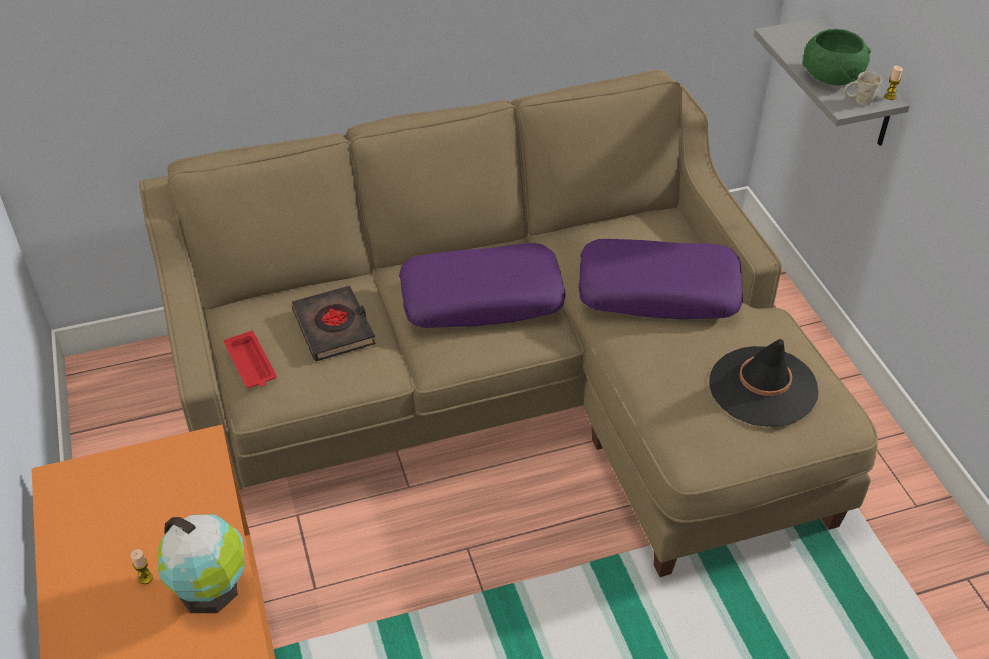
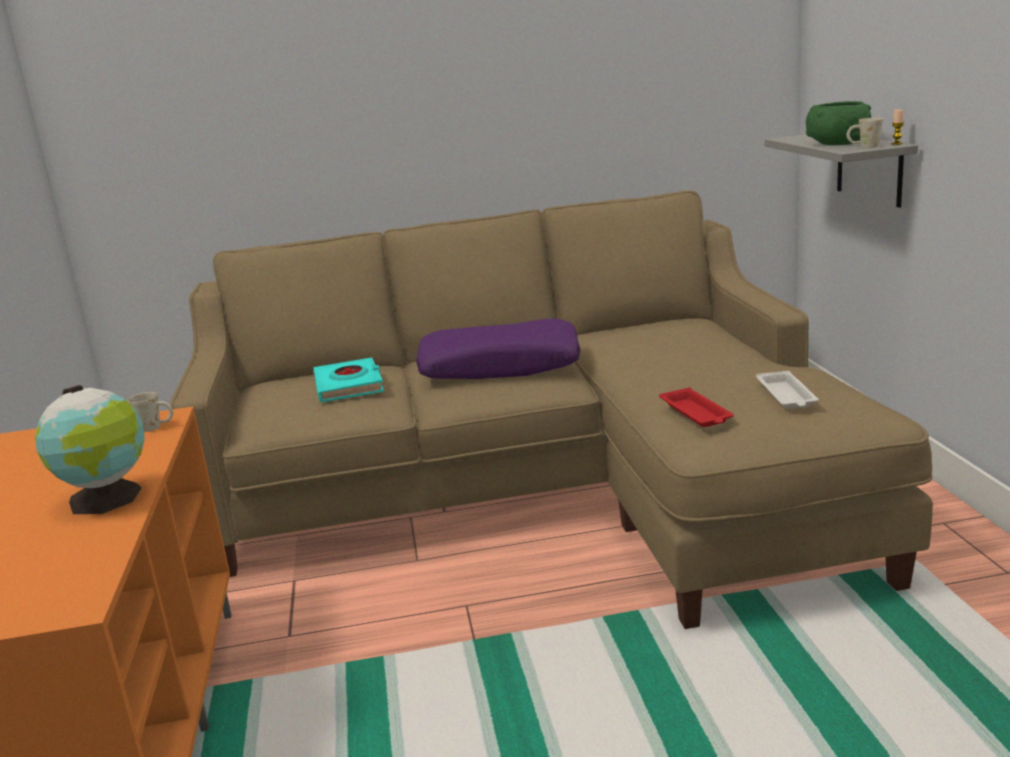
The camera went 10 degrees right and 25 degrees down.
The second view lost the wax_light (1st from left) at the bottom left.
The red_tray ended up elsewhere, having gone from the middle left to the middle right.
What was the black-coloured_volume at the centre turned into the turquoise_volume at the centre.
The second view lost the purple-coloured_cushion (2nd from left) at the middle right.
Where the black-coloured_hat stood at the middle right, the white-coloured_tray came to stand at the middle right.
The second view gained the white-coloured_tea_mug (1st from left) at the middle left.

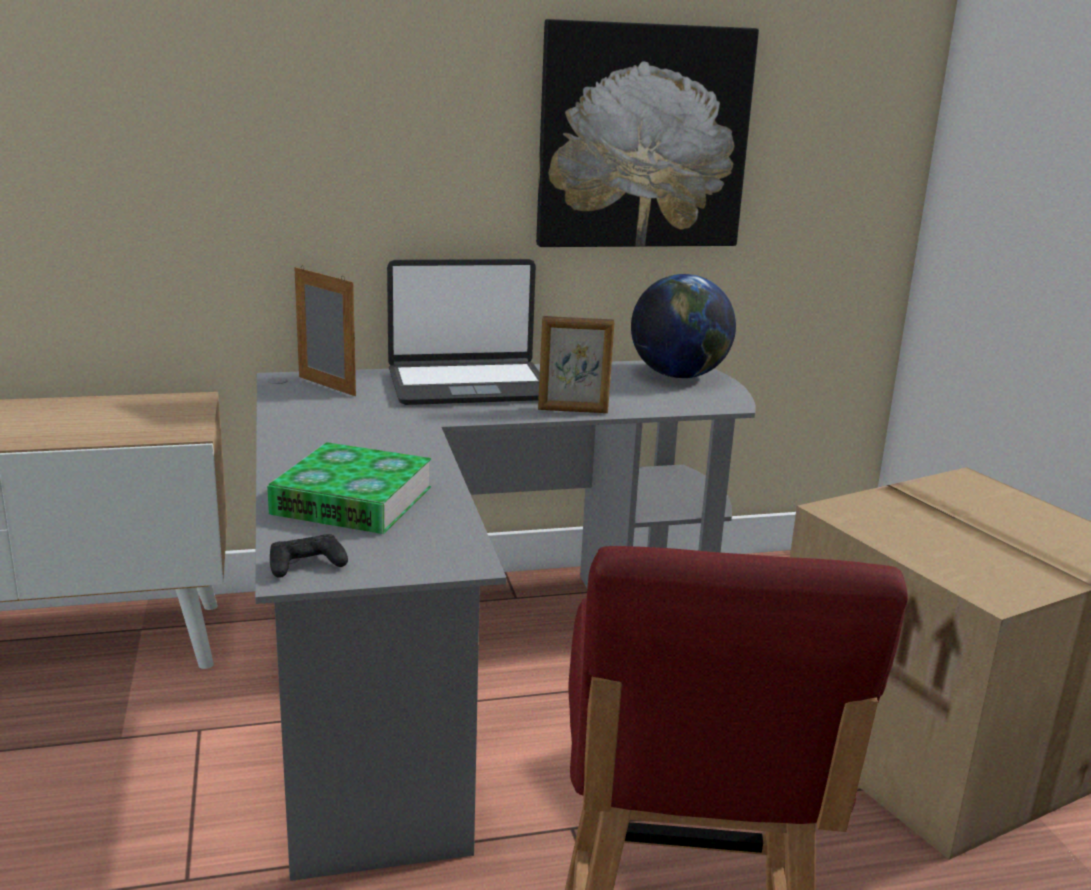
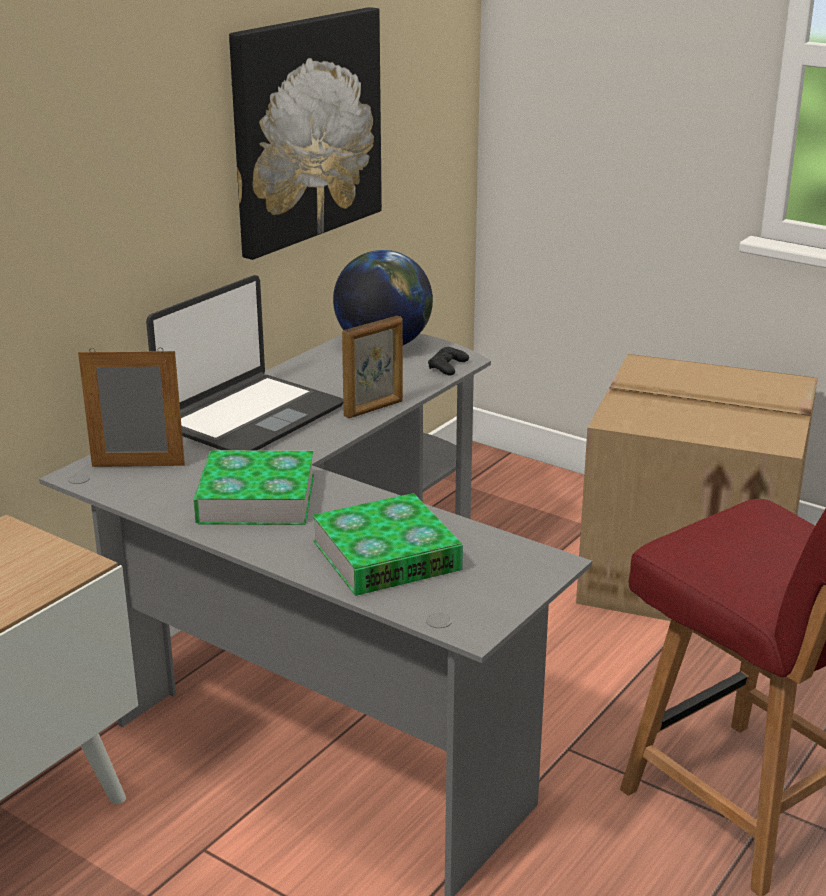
The camera went 40 degrees left and 5 degrees up.
The black-coloured_joypad ended up elsewhere, having gone from the middle left to the centre.
The second view gained the volume (1st from left) at the middle left.

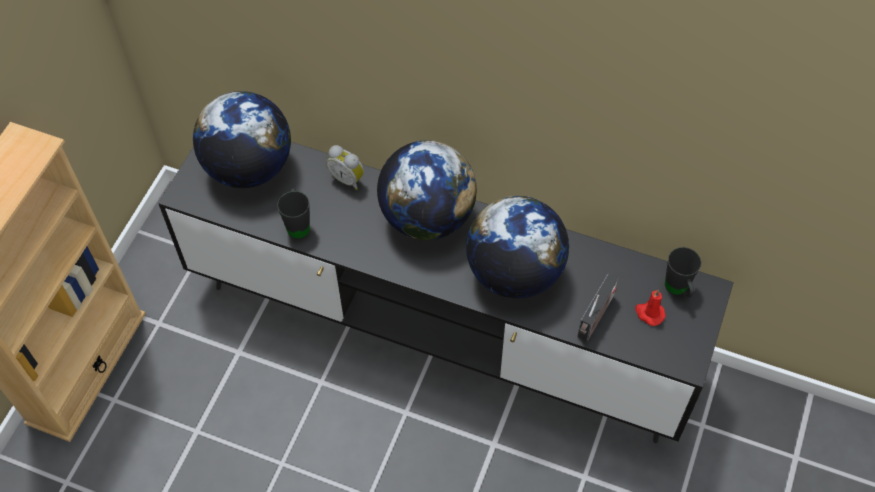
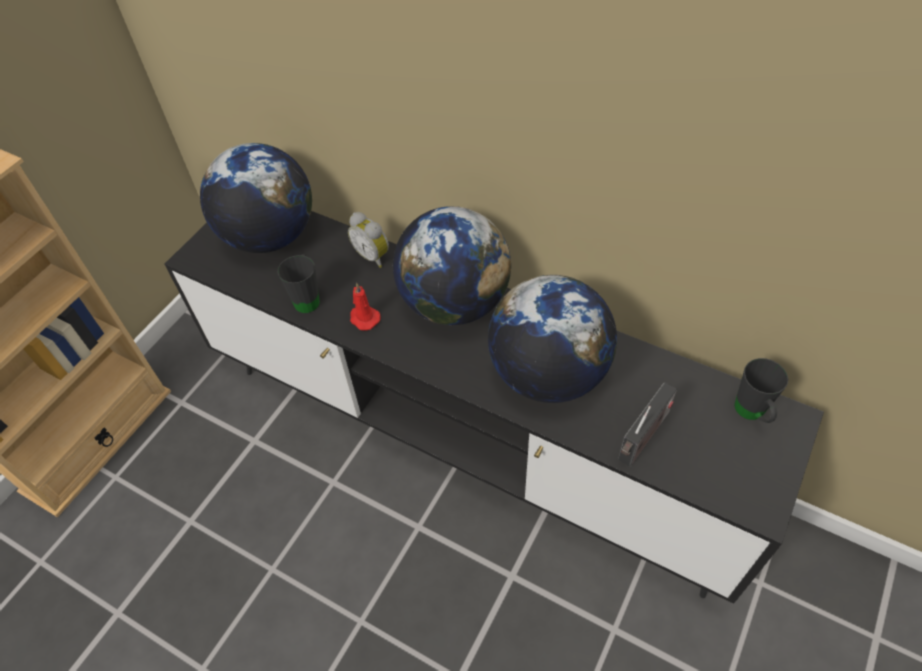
The camera went 10 degrees right and 5 degrees down.
The red_wax_light ended up elsewhere, having gone from the middle right to the centre.

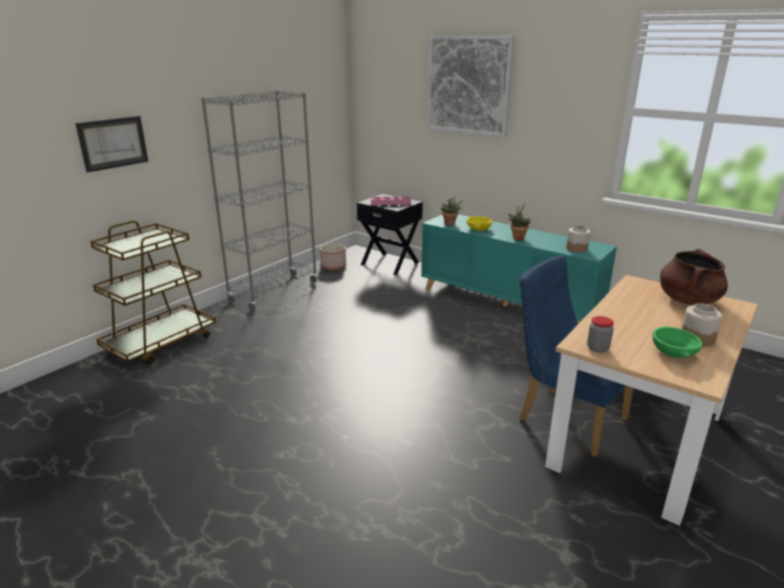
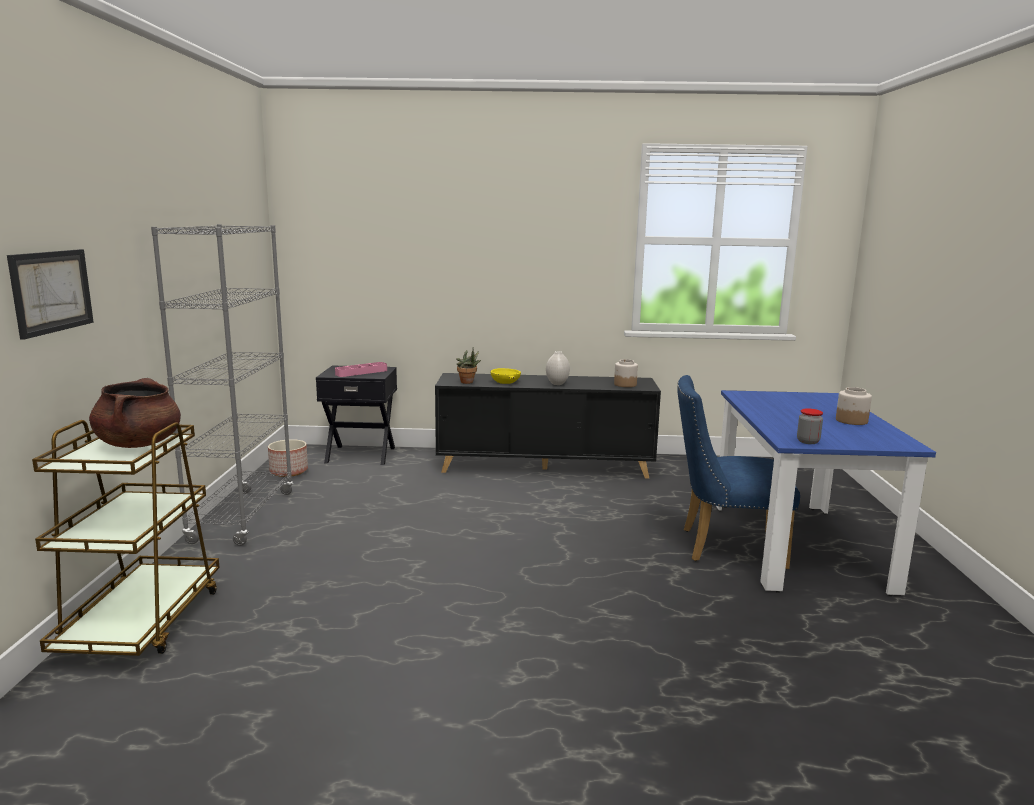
The camera went 35 degrees left and 10 degrees down.
What was the turquoise_cupboard at the centre turned into the black-coloured_cupboard at the centre.
The second view lost the picture (2nd from left) at the top centre.
Where the houseplant (2nd from left) stood at the centre, the white-coloured_decorative_vase came to stand at the centre.
What was the beige_kitchen_table at the bottom right turned into the bluish_kitchen_table at the middle right.
The second view lost the green-coloured_serving_bowl at the middle right.
The brown-coloured_cooking_pot ended up elsewhere, having gone from the middle right to the middle left.

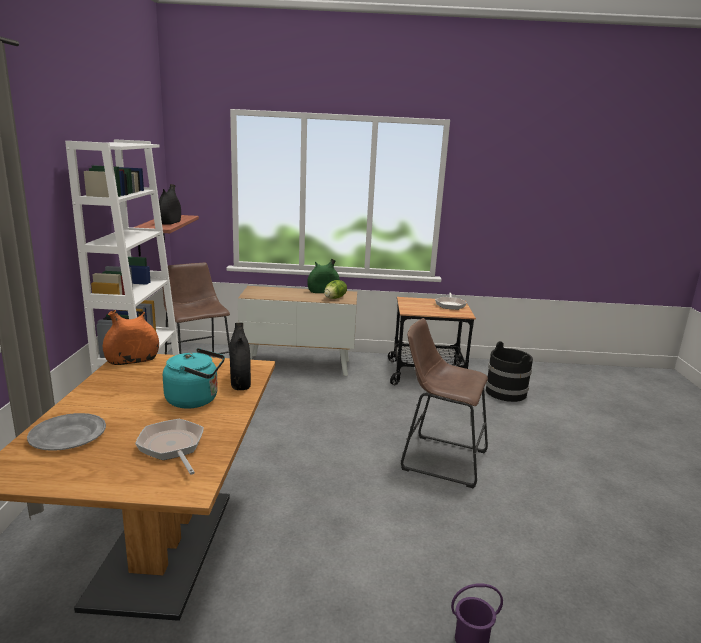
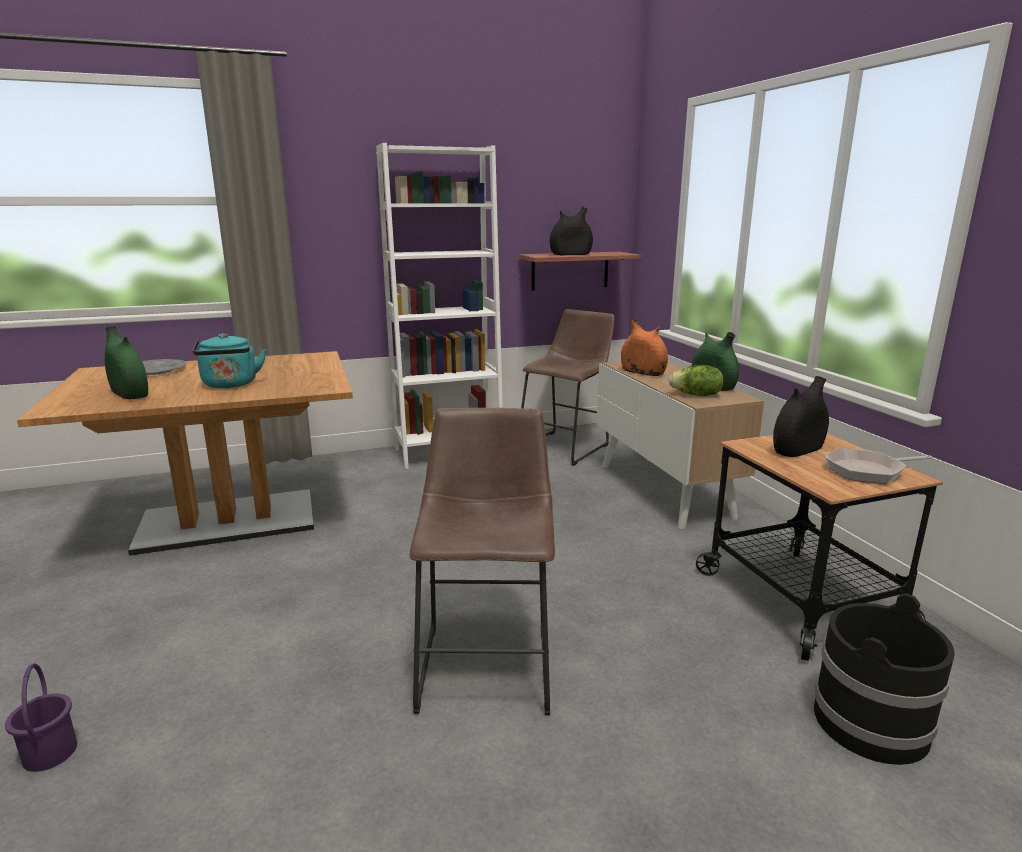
The camera went 70 degrees right and 0 degrees up.
The orange-coloured_decorative_vase ended up elsewhere, having gone from the middle left to the centre.
Where the frying_pan (1st from left) stood at the bottom left, the green-coloured_decorative_vase (1st from left) came to stand at the middle left.
The black-coloured_decorative_vase (2nd from left) ended up elsewhere, having gone from the centre to the middle right.

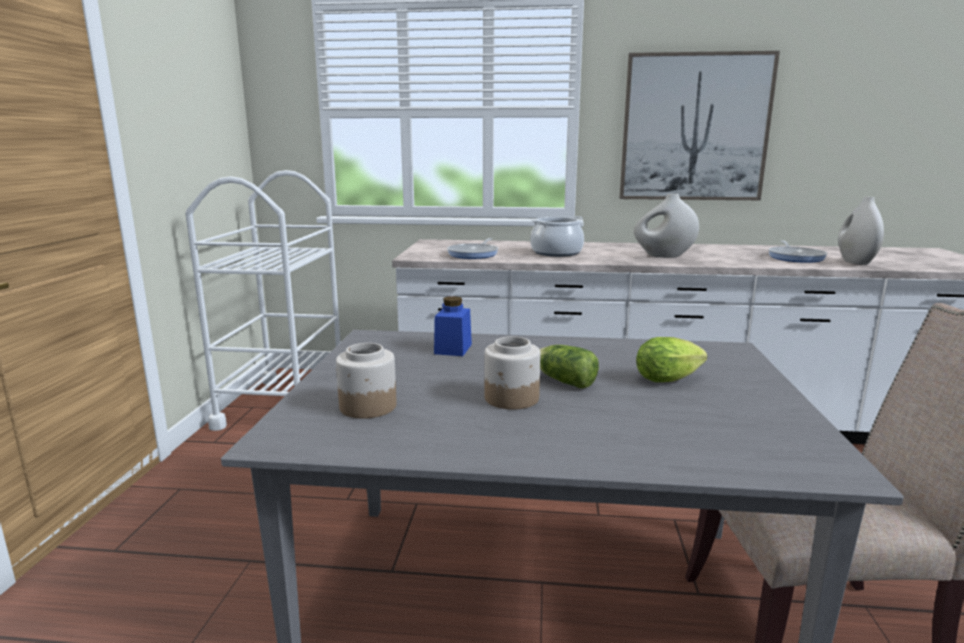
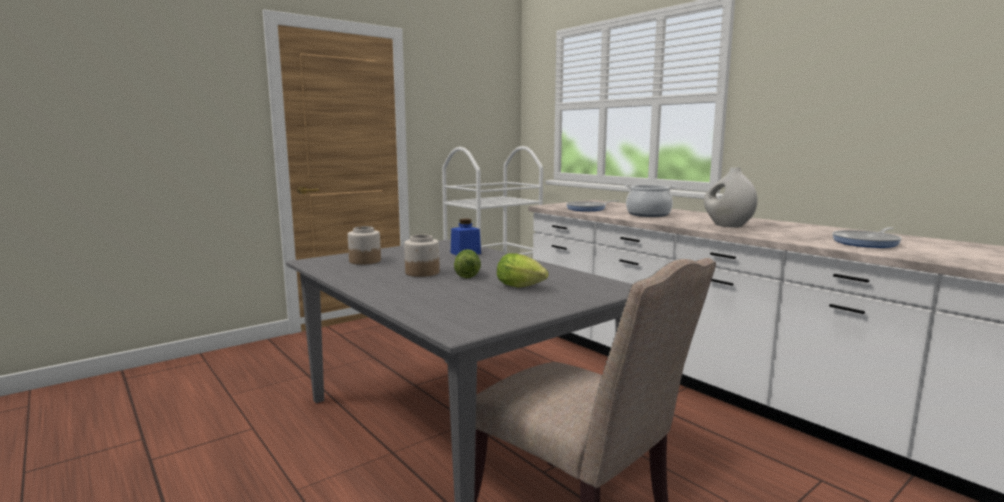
The camera went 45 degrees right and 5 degrees down.
The second view lost the picture at the top right.
The second view lost the white-coloured_decorative_vase (2nd from left) at the middle right.

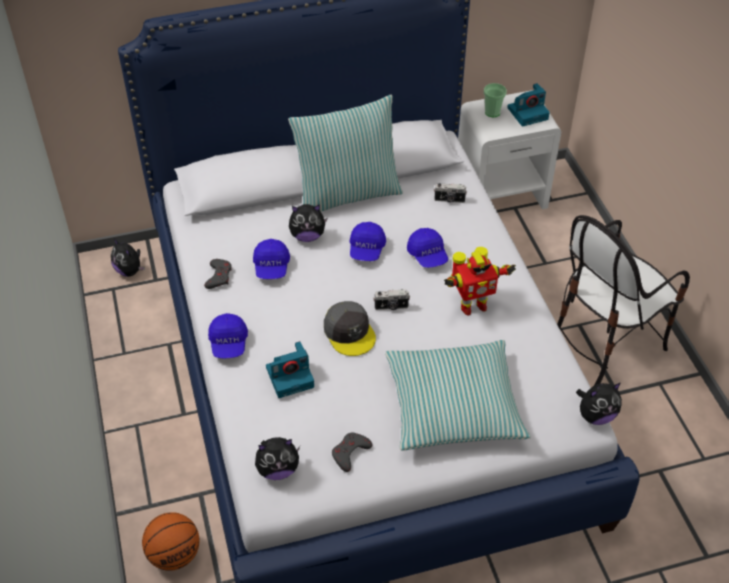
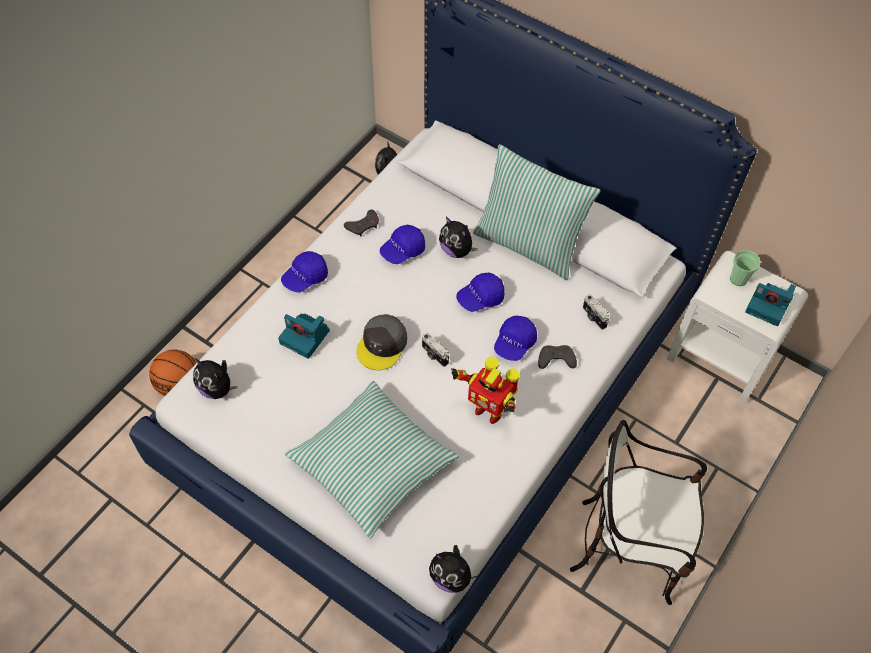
The camera went 50 degrees right and 10 degrees up.
The grey_joypad (2nd from left) ended up elsewhere, having gone from the bottom centre to the centre.

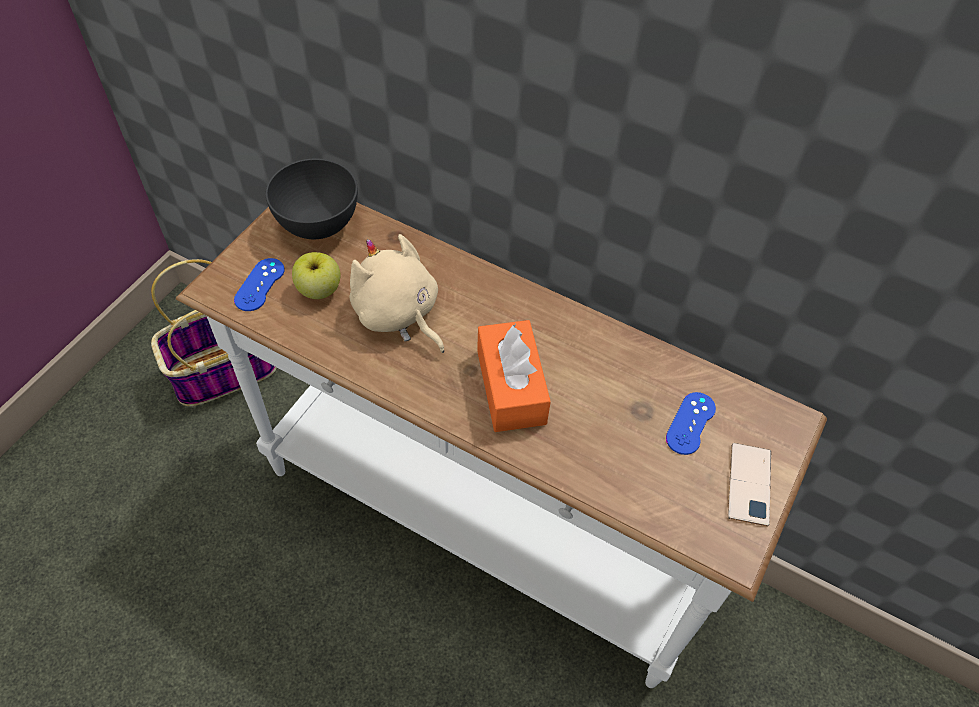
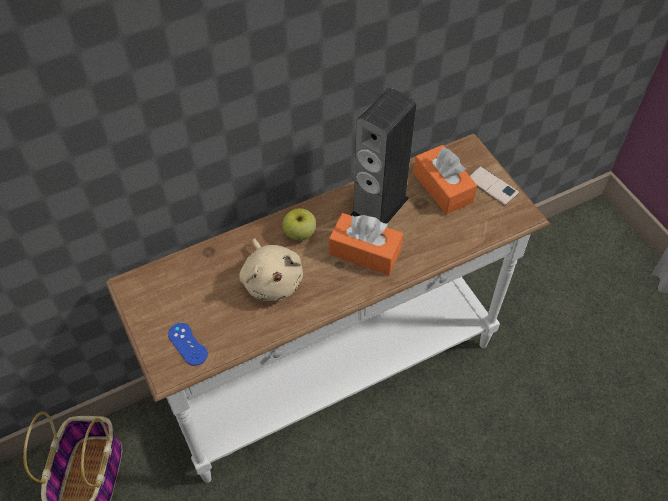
The camera went 55 degrees left and 0 degrees up.
The second view lost the grey_serving_bowl at the top left.
The apple ended up elsewhere, having gone from the middle left to the centre.
The beige_plush_toy at the centre ended up facing another way, 105 degrees counterclockwise from before.
Where the bluish_joypad (2nd from left) stood at the middle right, the orange-coloured_box_of_tissues (2nd from left) came to stand at the centre.
The second view gained the audio_speaker at the top centre.

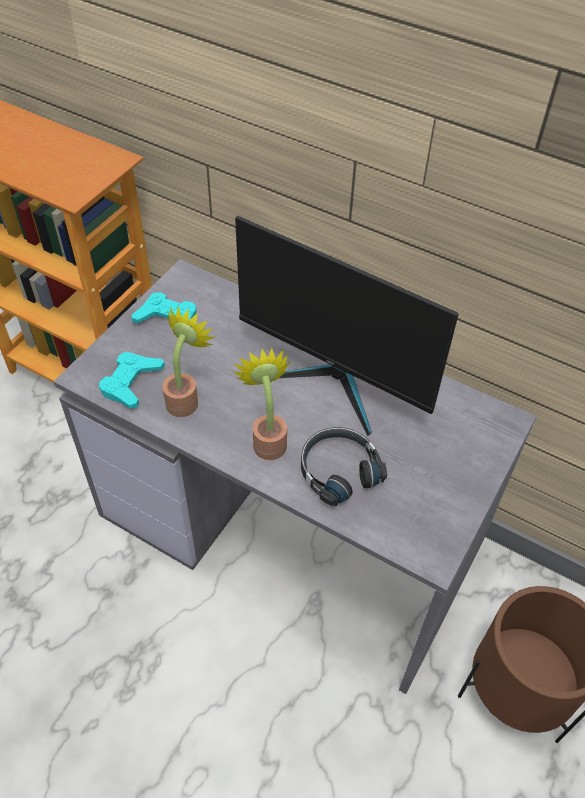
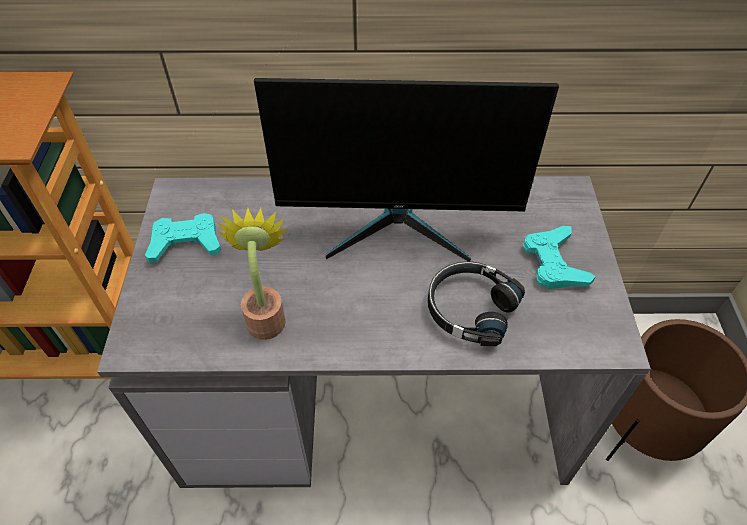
The camera went 30 degrees left and 0 degrees up.
The turquoise_joypad (1st from left in the first image) ended up elsewhere, having gone from the middle left to the middle right.
The second view lost the houseplant (2nd from left) at the centre.

